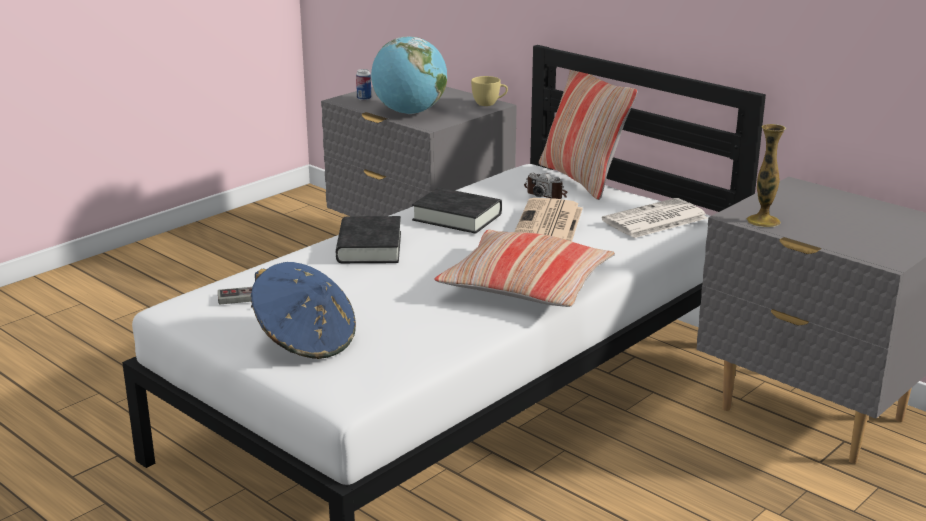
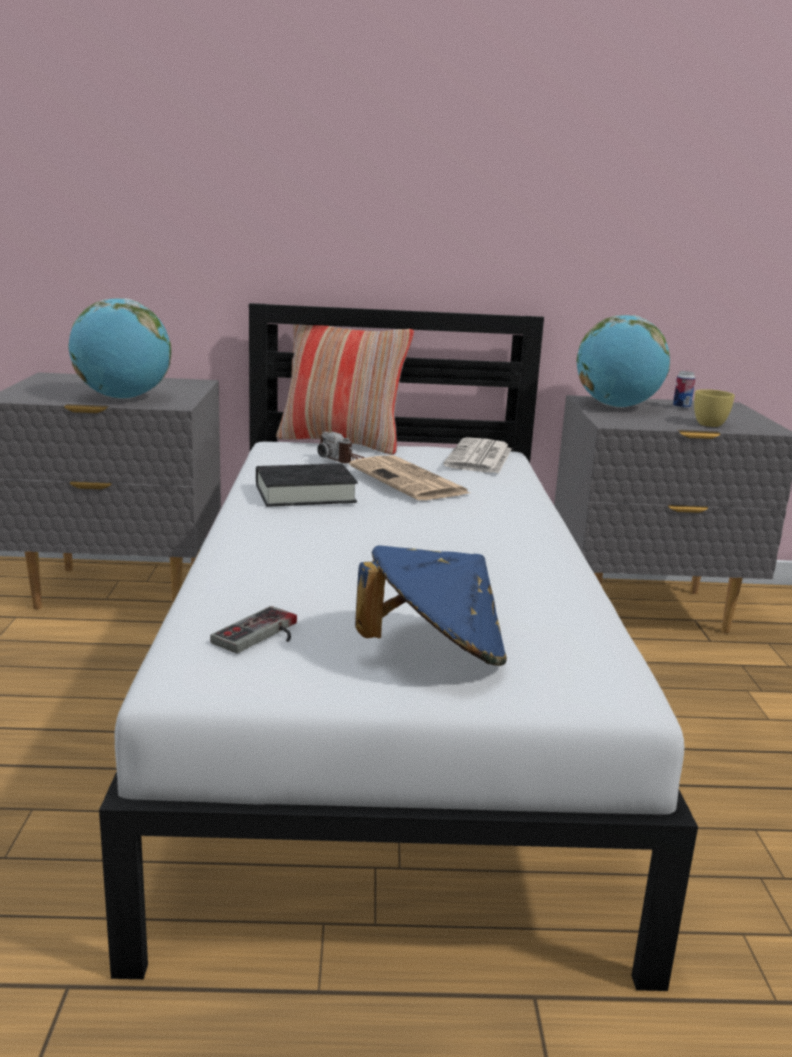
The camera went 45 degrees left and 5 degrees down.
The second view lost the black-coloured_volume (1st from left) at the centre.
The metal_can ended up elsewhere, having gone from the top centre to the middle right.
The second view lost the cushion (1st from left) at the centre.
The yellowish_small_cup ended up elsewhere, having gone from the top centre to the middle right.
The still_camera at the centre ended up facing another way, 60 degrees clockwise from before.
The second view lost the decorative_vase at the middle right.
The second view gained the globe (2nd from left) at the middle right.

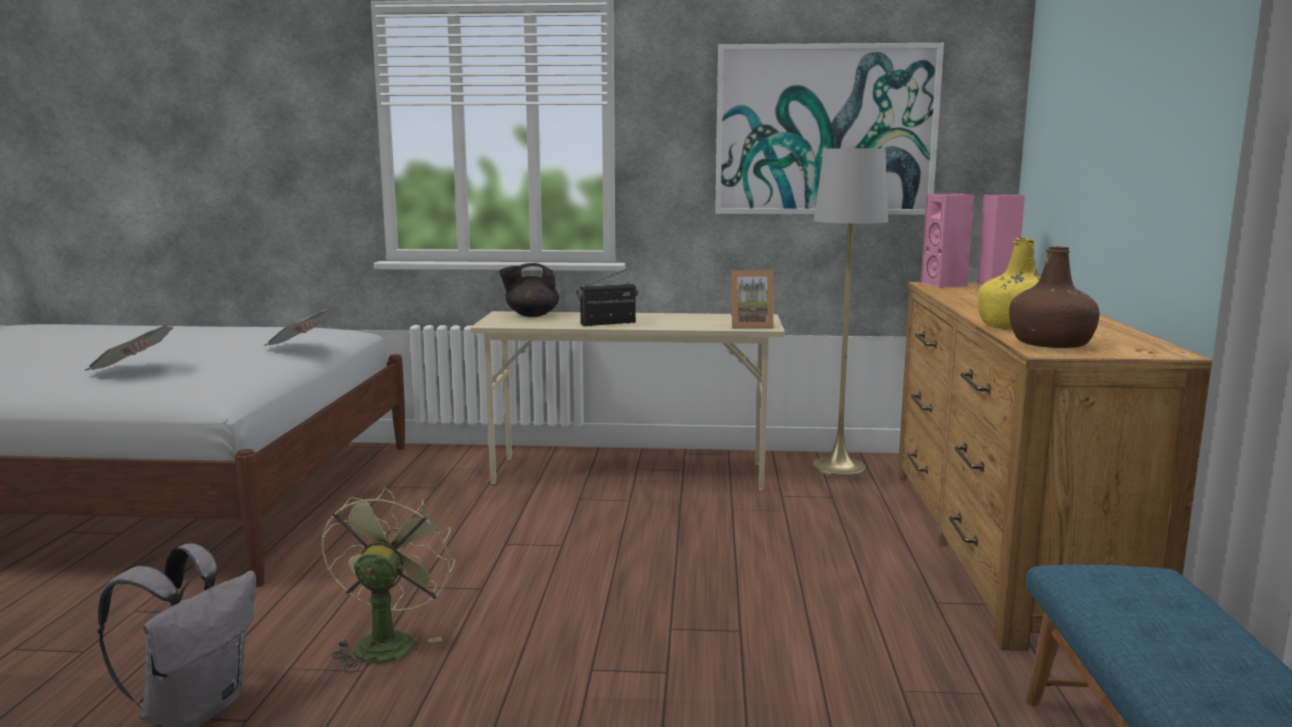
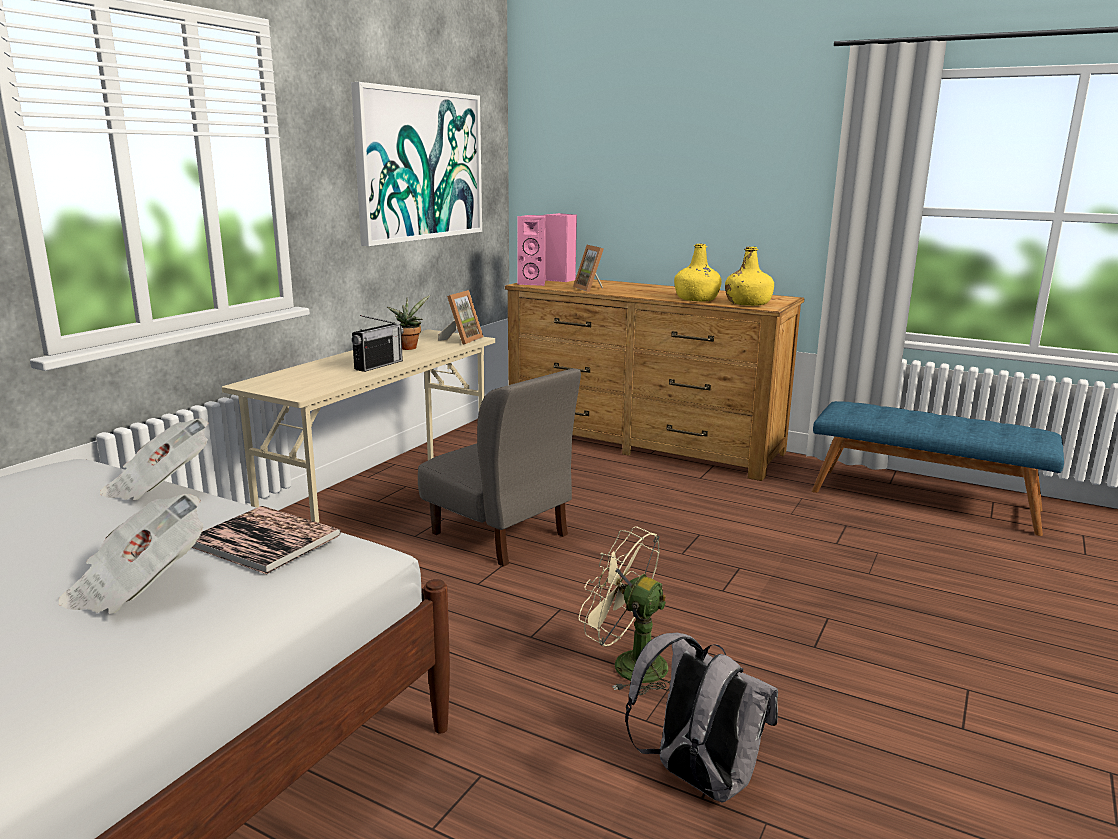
The camera went 65 degrees left and 5 degrees up.
What was the green-coloured_cooling_fan at the bottom left turned into the beige_cooling_fan at the bottom centre.
The second view lost the black-coloured_teapot at the centre.
The radio at the centre ended up facing another way, 150 degrees counterclockwise from before.
The second view lost the grey_standard_lamp at the centre.
What was the brown-coloured_bottle at the middle right turned into the yellowish_bottle (2nd from left) at the top right.
The second view gained the volume at the middle left.
The second view gained the houseplant at the centre.
The second view gained the grey_chair at the centre.
The second view gained the standing_frame (2nd from left) at the top centre.

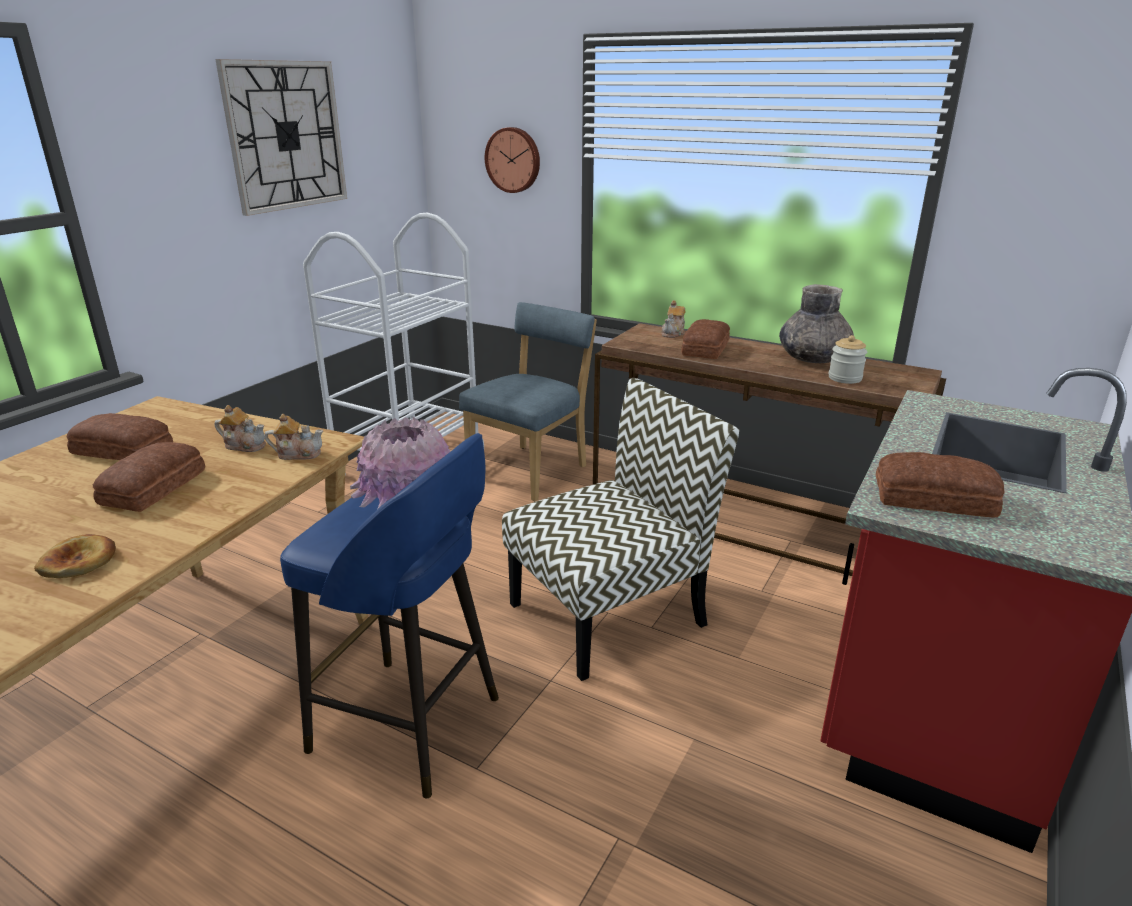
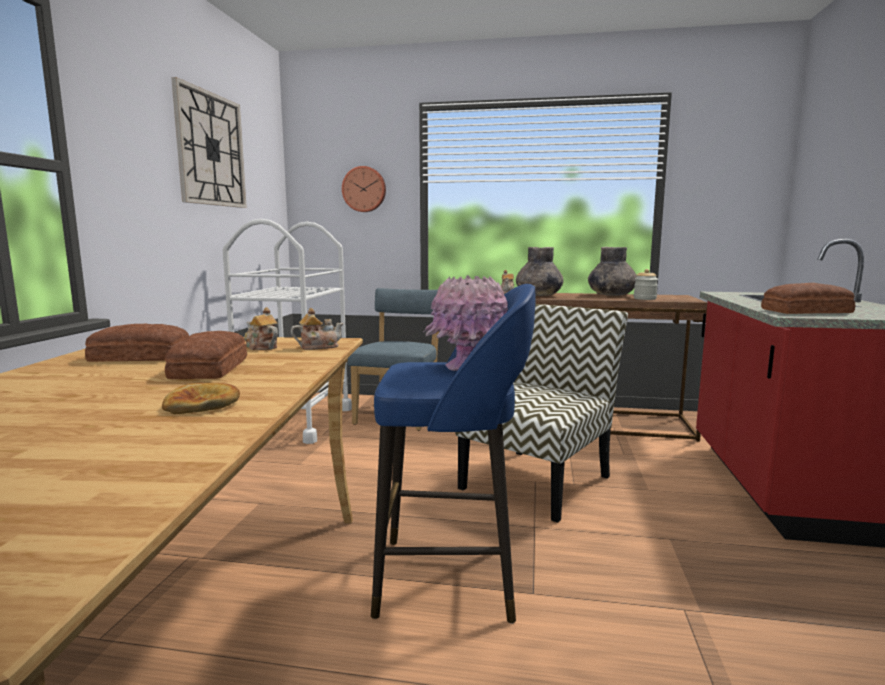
The camera went 20 degrees left and 15 degrees down.
The teapot (1st from left) at the middle left ended up facing another way, 135 degrees counterclockwise from before.
Where the bakery_bread (4th from left) stood at the centre, the grey_decorative_vase (1st from left) came to stand at the centre.

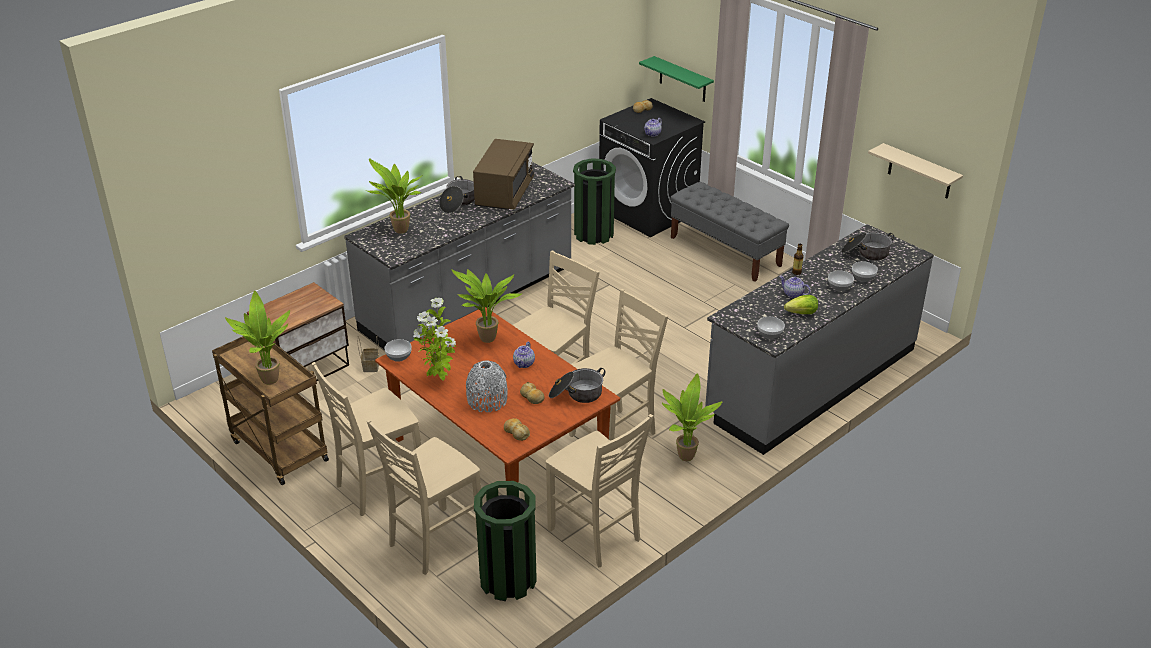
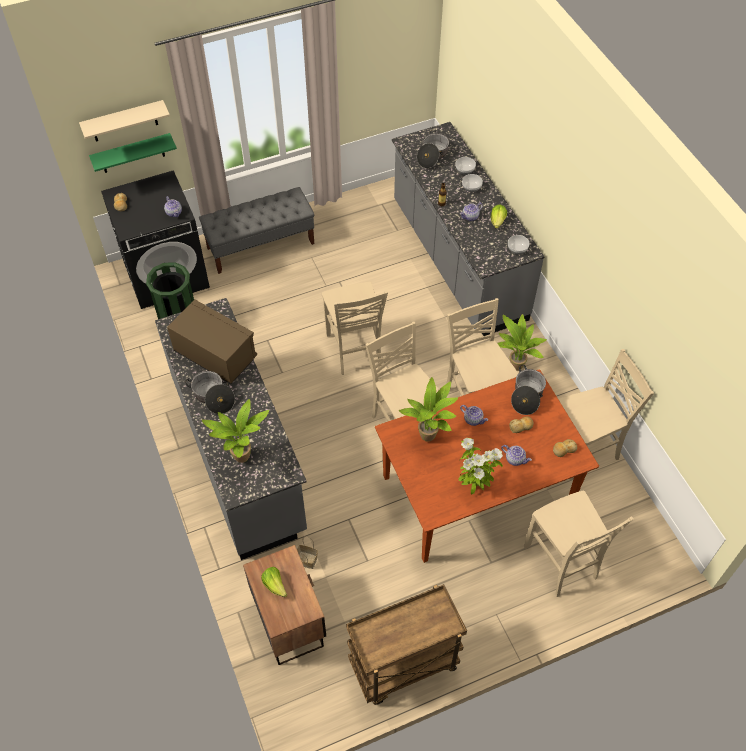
The camera went 70 degrees left and 20 degrees up.
The second view lost the houseplant (1st from left) at the middle left.
The beige_chair (1st from left) ended up elsewhere, having gone from the bottom left to the centre.
The second view lost the serving_bowl (1st from left) at the centre.
Where the grey_decorative_vase stood at the centre, the teapot (4th from left) came to stand at the middle right.
The second view lost the green-coloured_rubbish_bin (1st from left) at the bottom centre.
The beige_bracket_shelf ended up elsewhere, having gone from the top right to the top left.
The second view gained the head_of_lettuce (1st from left) at the bottom centre.

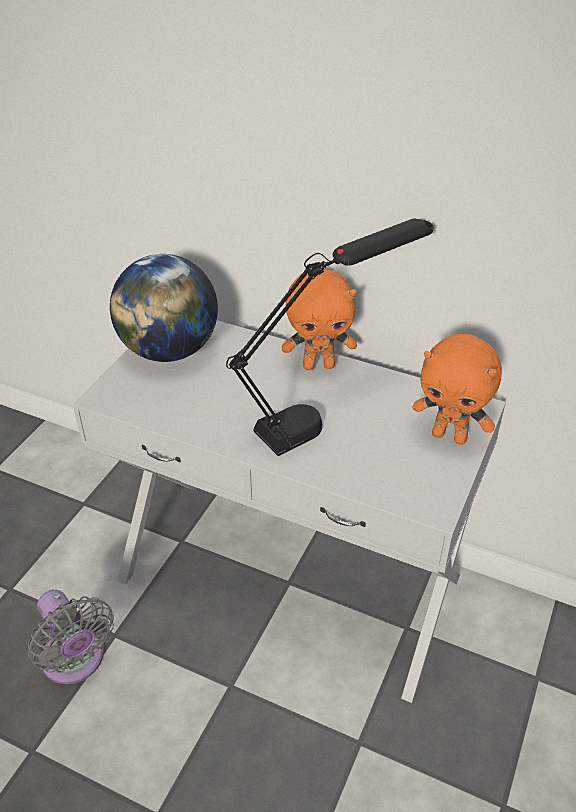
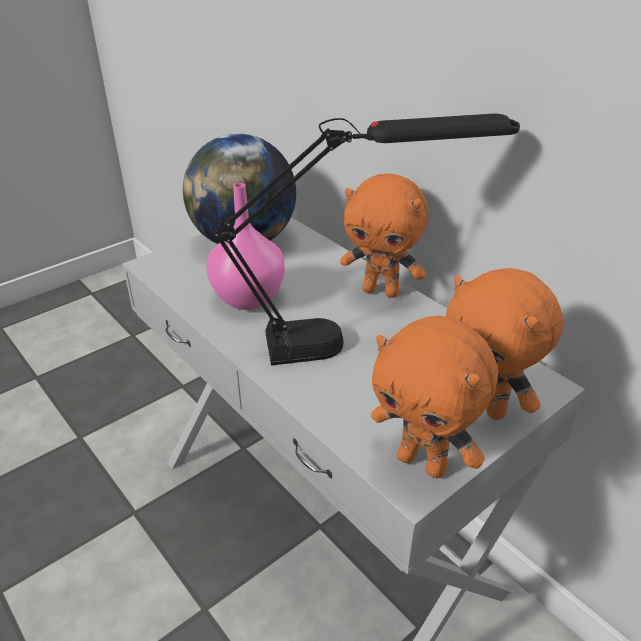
The camera went 25 degrees right and 5 degrees down.
The second view lost the grey_cooling_fan at the bottom left.
The second view gained the pink-coloured_decorative_vase at the centre.
The second view gained the orange-coloured_plush_toy (2nd from left) at the middle right.

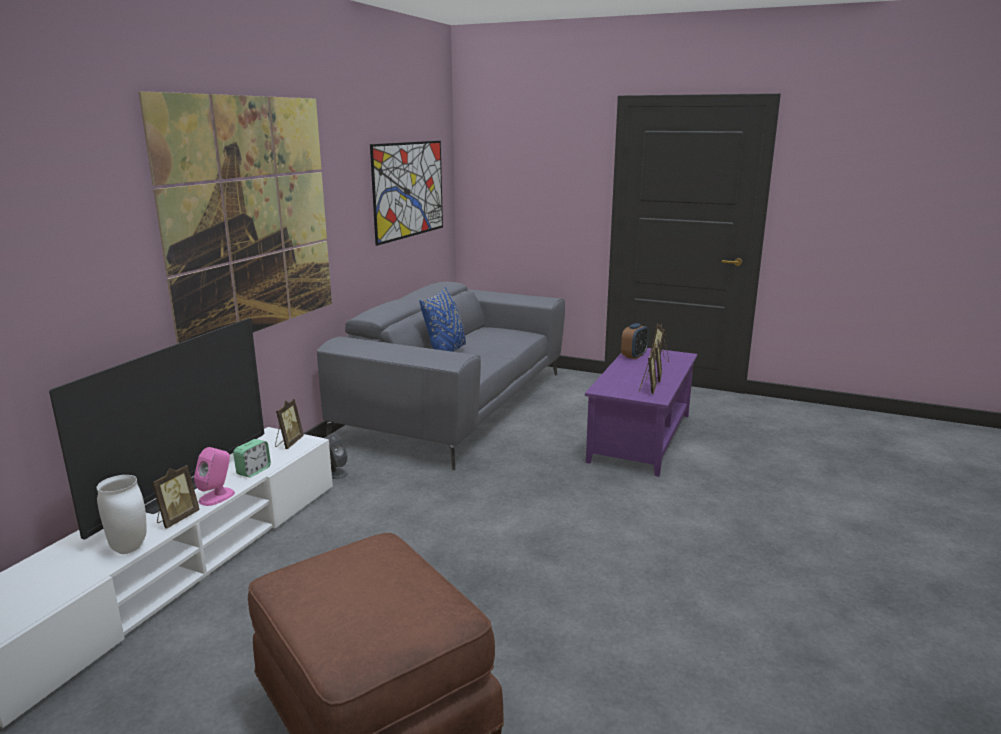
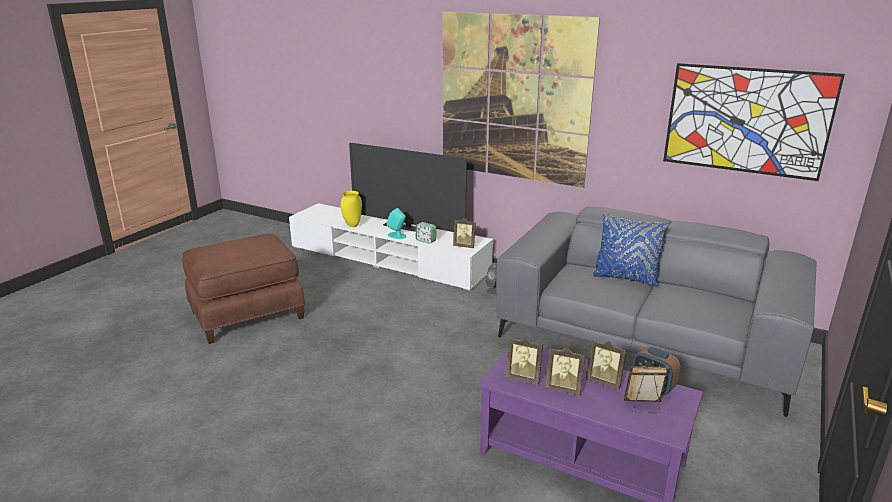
The camera went 95 degrees right and 5 degrees up.
What was the white-coloured_decorative_vase at the bottom left turned into the yellowish_decorative_vase at the centre.
The standing_frame (1st from left in the first image) ended up elsewhere, having gone from the bottom left to the bottom right.
What was the pink-coloured_audio_speaker at the middle left turned into the turquoise_audio_speaker at the centre.

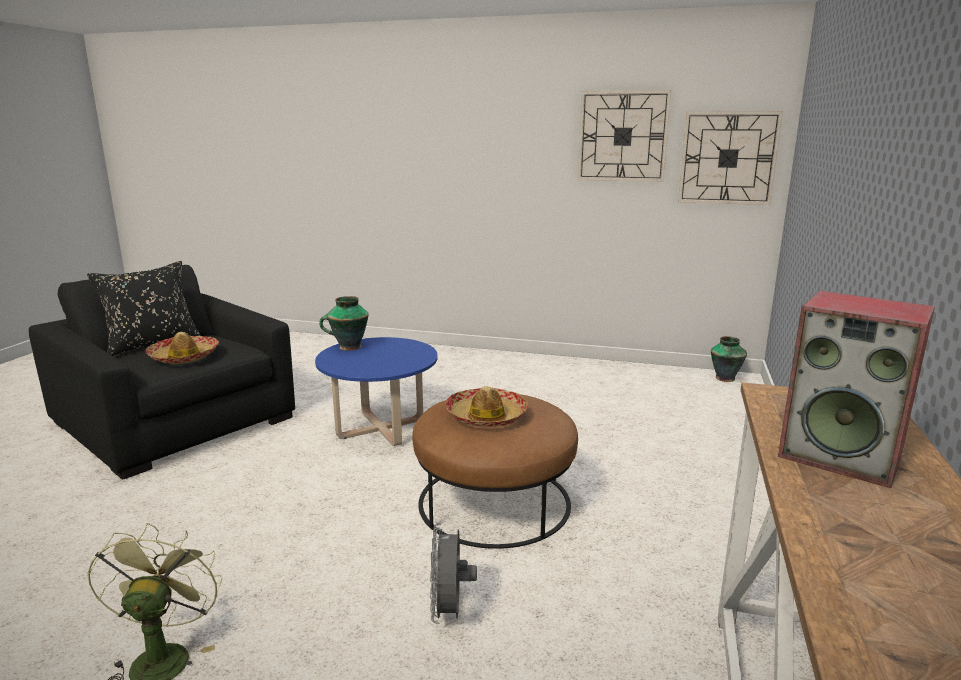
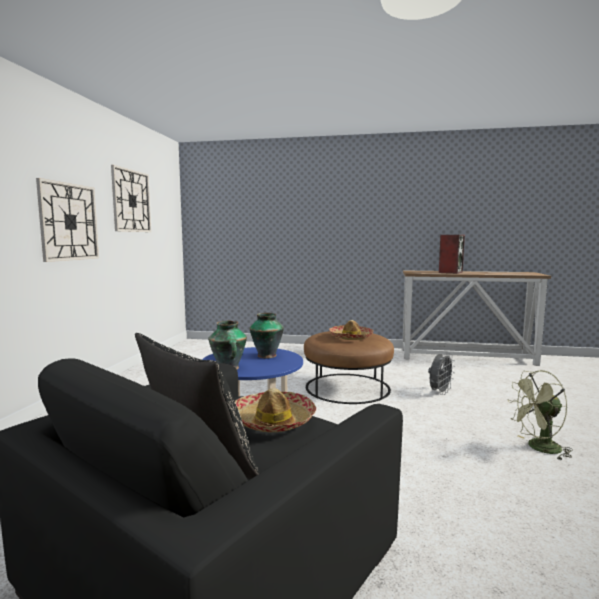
The camera went 95 degrees left and 10 degrees down.
The grey_cooling_fan at the bottom centre ended up facing another way, 45 degrees counterclockwise from before.
The wall_clock (2nd from left in the first image) ended up elsewhere, having gone from the top right to the middle left.
The decorative_vase (2nd from left) ended up elsewhere, having gone from the middle right to the centre.

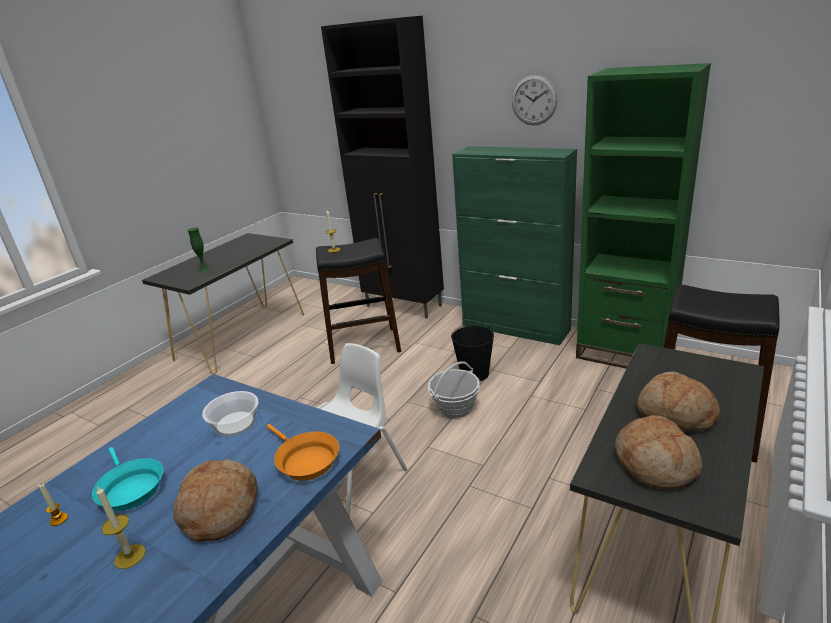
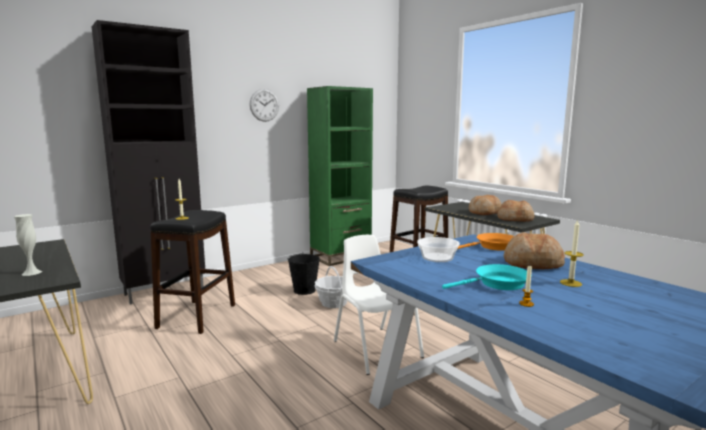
The camera went 70 degrees left and 15 degrees down.
What was the green-coloured_decorative_vase at the middle left turned into the white-coloured_decorative_vase at the middle left.
The second view lost the green-coloured_cupboard at the centre.

